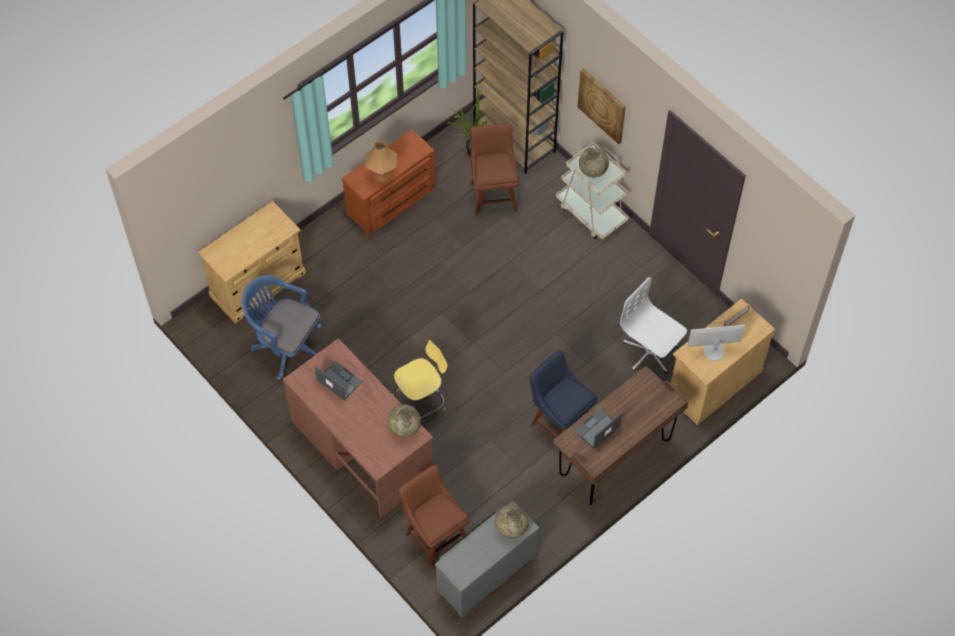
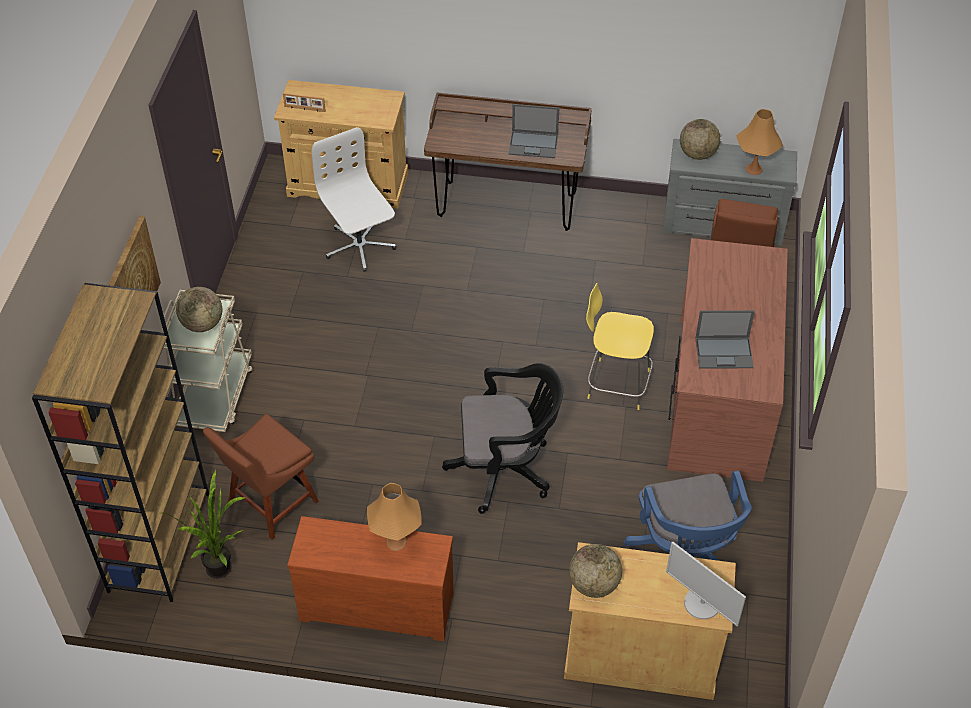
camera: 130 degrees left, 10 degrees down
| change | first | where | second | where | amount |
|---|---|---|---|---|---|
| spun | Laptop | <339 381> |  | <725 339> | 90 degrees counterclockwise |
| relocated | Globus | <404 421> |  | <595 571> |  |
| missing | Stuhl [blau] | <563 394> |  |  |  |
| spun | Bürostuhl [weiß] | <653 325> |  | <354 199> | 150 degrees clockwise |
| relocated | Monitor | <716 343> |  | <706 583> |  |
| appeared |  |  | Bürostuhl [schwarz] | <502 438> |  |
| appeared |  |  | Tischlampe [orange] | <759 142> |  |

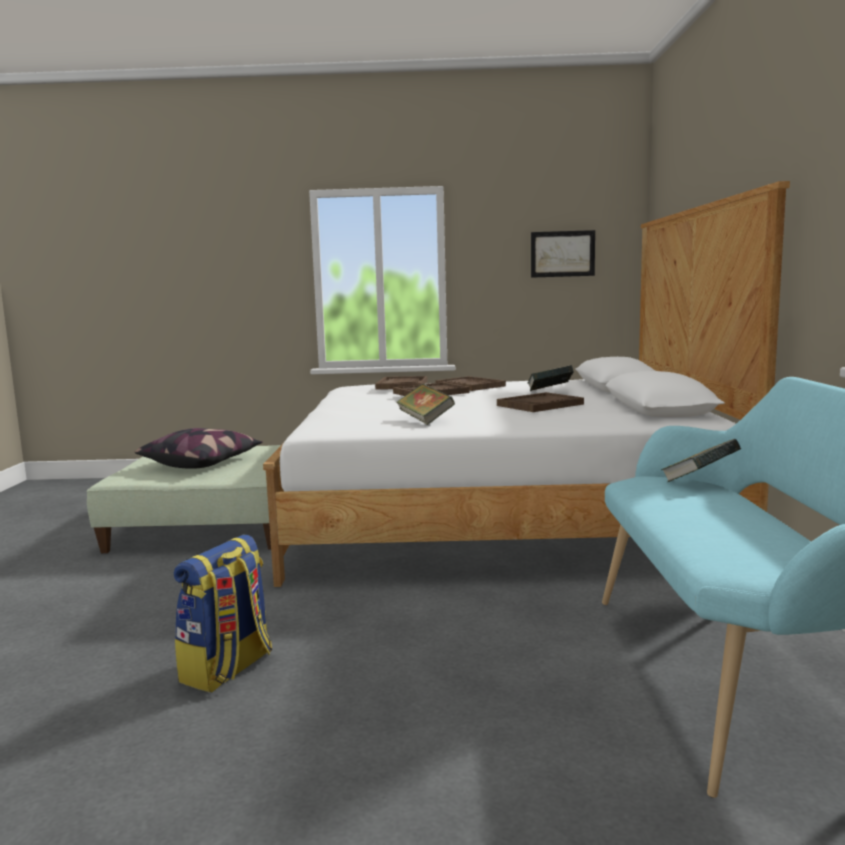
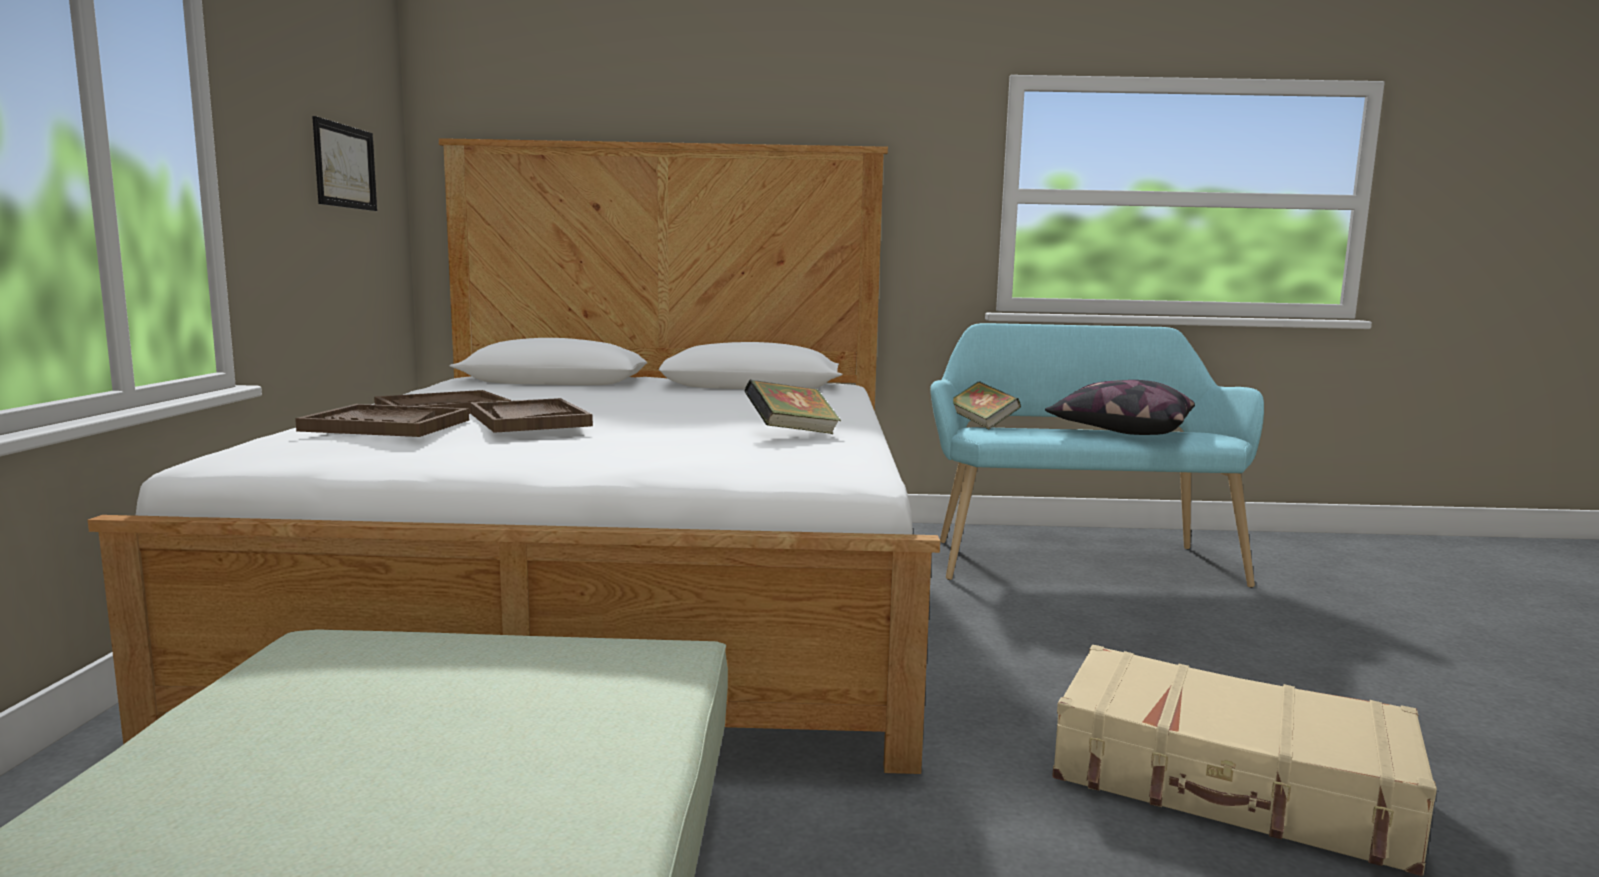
camera: 90 degrees left, 0 degrees up
| change | first | where | second | where | amount |
|---|---|---|---|---|---|
| relocated | Kissen | <199 448> |  | <1120 407> |  |
| exchanged | Rucksack | <223 614> | Koffer [beige] | <1244 760> |  |
| missing | Tablett [braun] | <540 402> |  |  |  |
| missing | Buch | <550 378> |  |  |  |

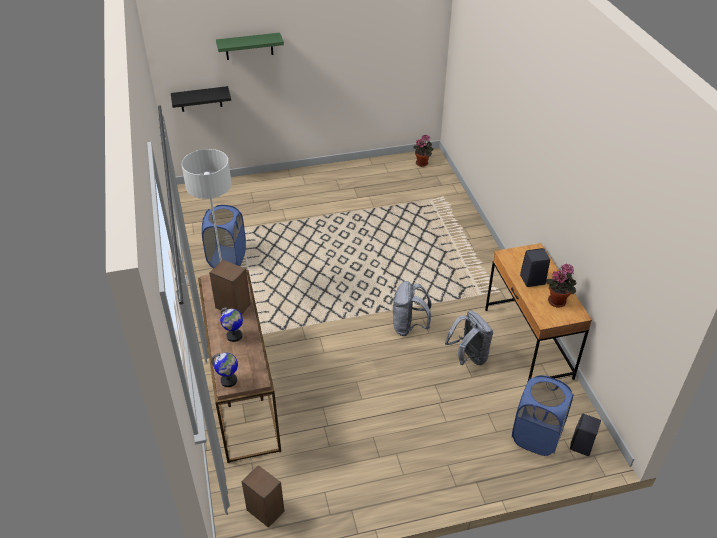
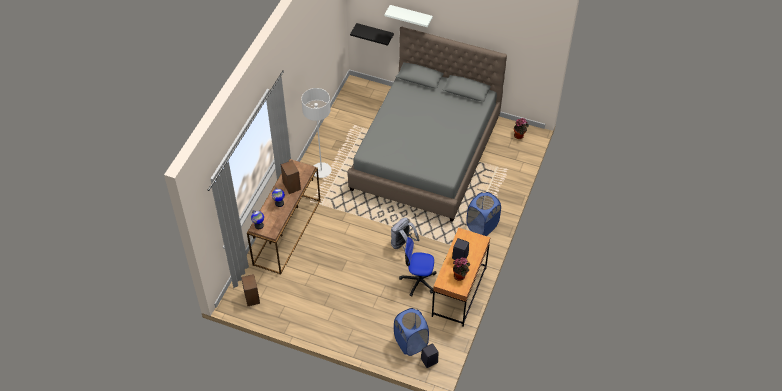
camera: 35 degrees right, 10 degrees up
| change | first | where | second | where | amount |
|---|---|---|---|---|---|
| relocated | Wäschekorb [blau] | <224 236> |  | <483 214> |  |
| colour | Wandregal [grün] | <250 46> | Wandregal [weiß] | <409 16> |  |
| exchanged | Rucksack [grau] | <469 338> | Bürostuhl | <417 267> |  |
| appeared |  |  | Bett [grau] | <427 124> |  |

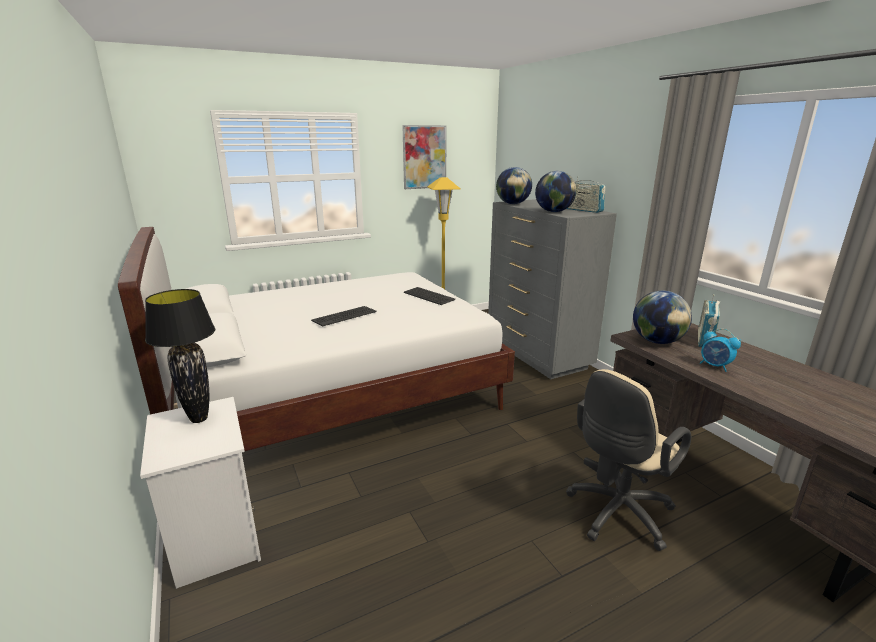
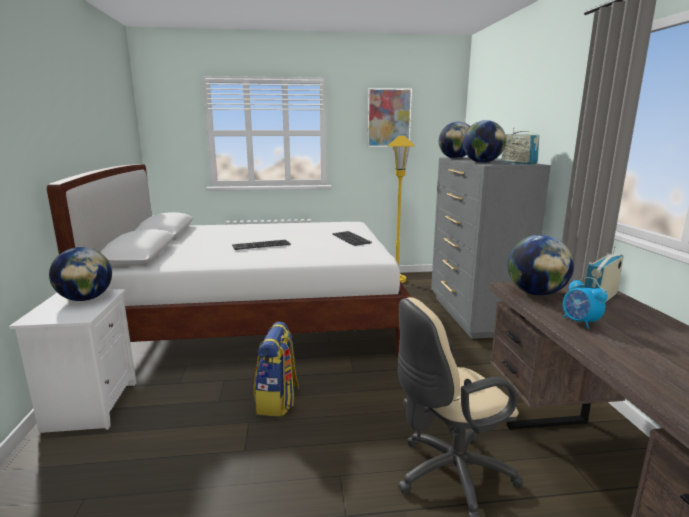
camera: 20 degrees right, 5 degrees down
| change | first | where | second | where | amount |
|---|---|---|---|---|---|
| exchanged | Tischlampe [schwarz] | <180 356> | Globus | <80 274> |  |
| appeared |  |  | Rucksack | <276 369> |  |

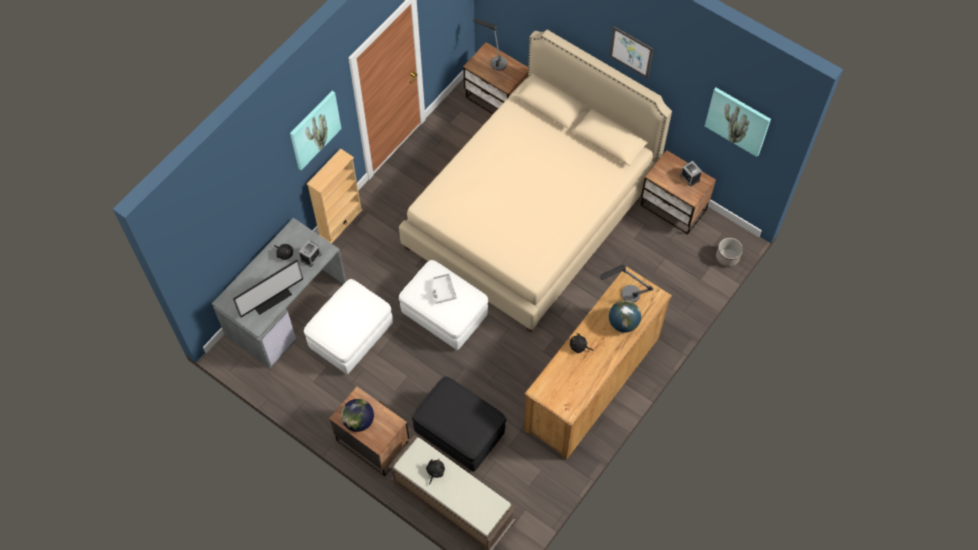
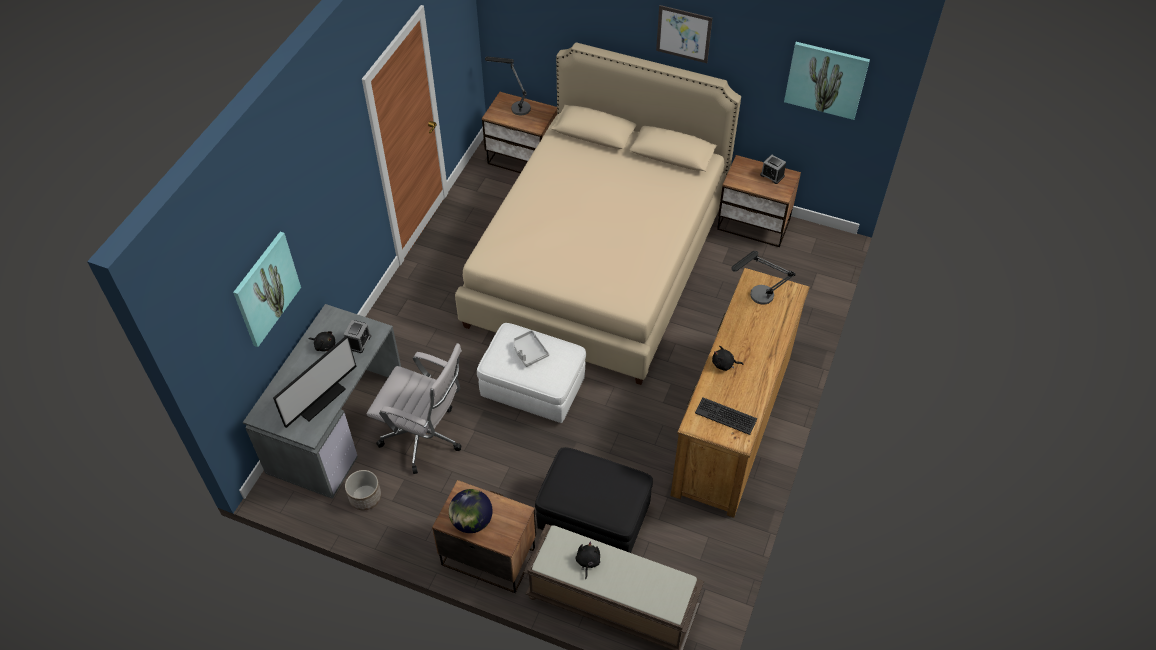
camera: 15 degrees left, 10 degrees down
| change | first | where | second | where | amount |
|---|---|---|---|---|---|
| relocated | Bild | <315 130> |  | <267 289> |  |
| exchanged | Polsterhocker [weiß] | <348 326> | Bürostuhl [weiß] | <414 408> |  |
| missing | Bücherregal [beige] | <335 196> |  |  |  |
| missing | Globus | <625 316> |  |  |  |
| relocated | Pflanzkübel | <729 252> |  | <363 490> |  |
| appeared |  |  | Tastatur | <726 416> |  |

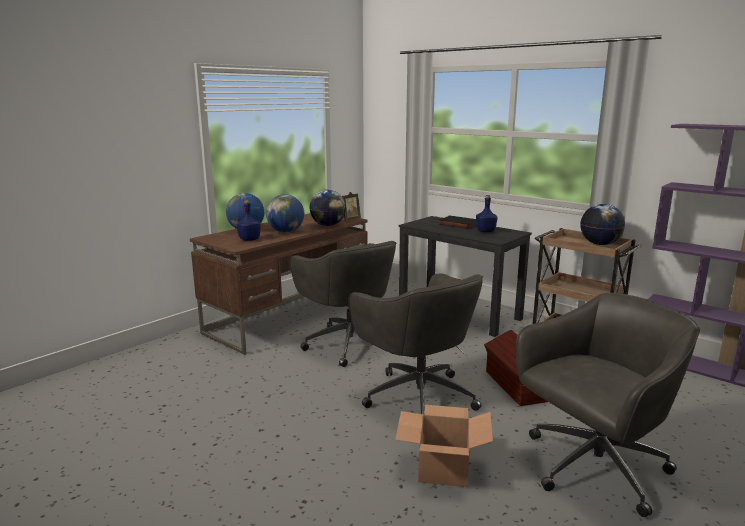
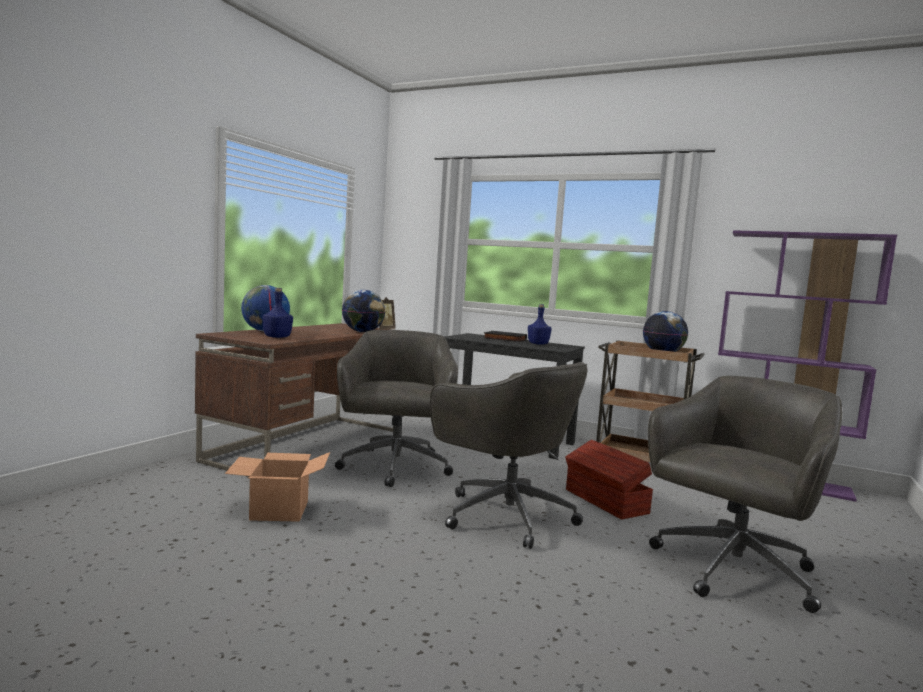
camera: 15 degrees left, 10 degrees down
| change | first | where | second | where | amount |
|---|---|---|---|---|---|
| missing | Globus | <285 213> |  |  |  |
| spun | Bürostuhl [grau] | <343 304> |  | <396 408> | 135 degrees counterclockwise |
| relocated | Karton | <444 446> |  | <277 487> |  |

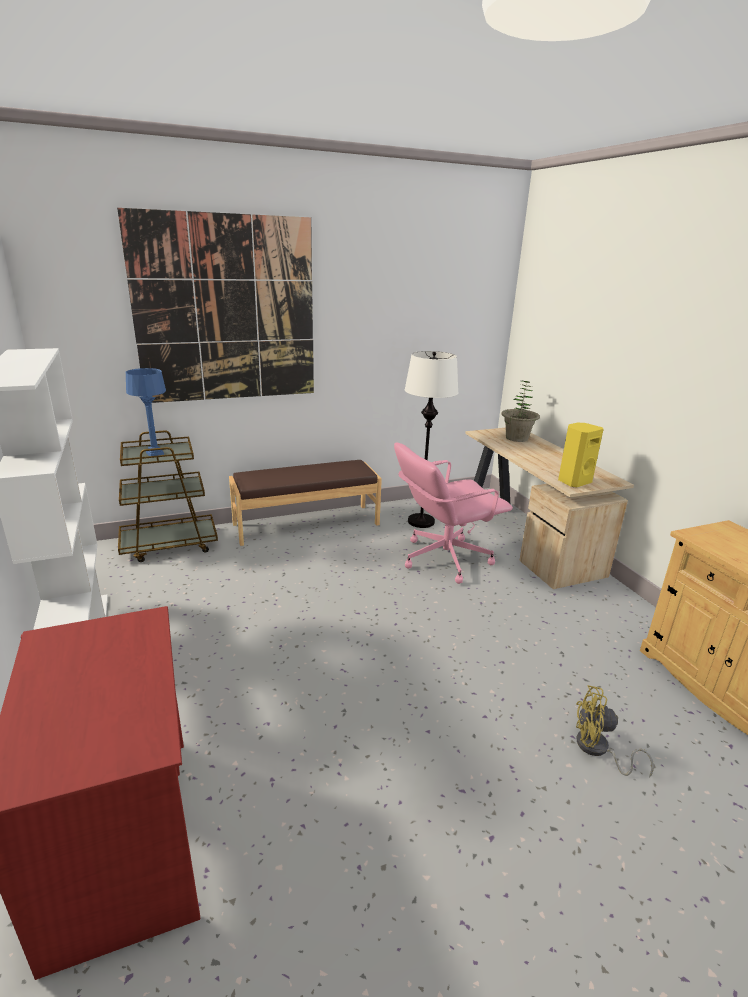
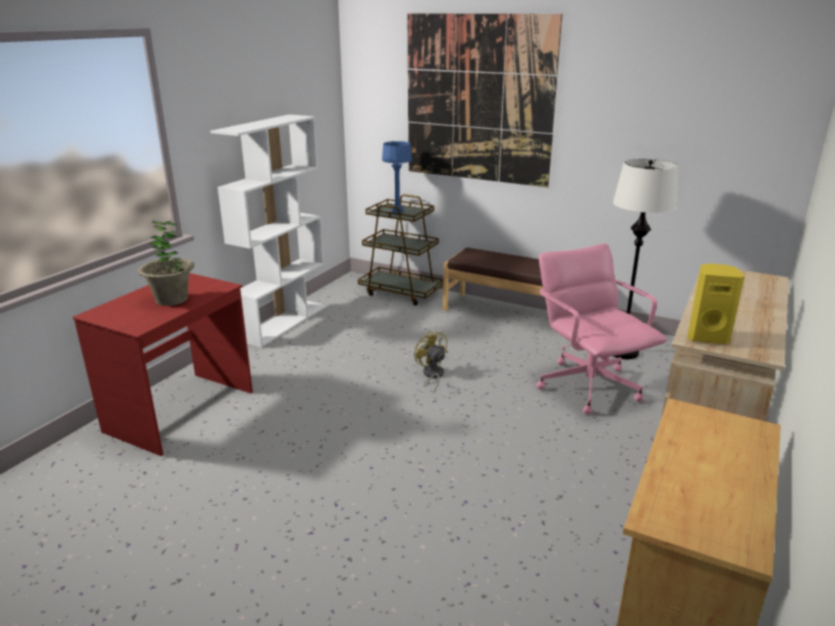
camera: 50 degrees right, 0 degrees up
| change | first | where | second | where | amount |
|---|---|---|---|---|---|
| spun | Bürostuhl [rosa] | <453 513> |  | <601 329> | 45 degrees clockwise |
| relocated | Topfpflanze | <520 411> |  | <166 263> |  |
| relocated | Ventilator [gelb] | <615 731> |  | <431 361> |  |

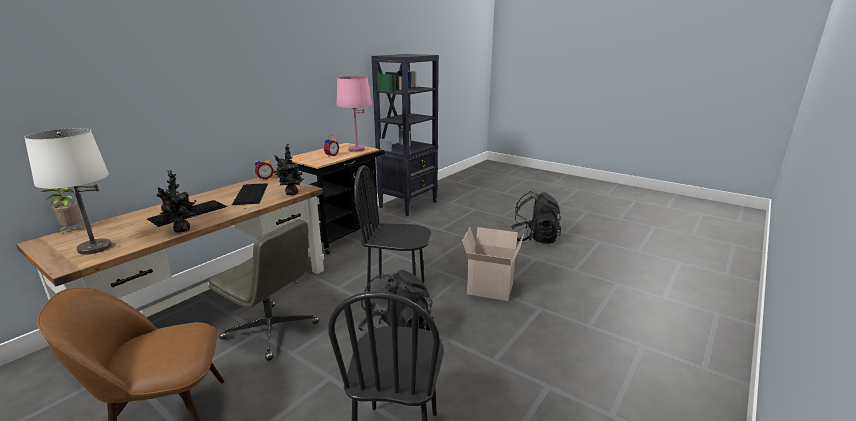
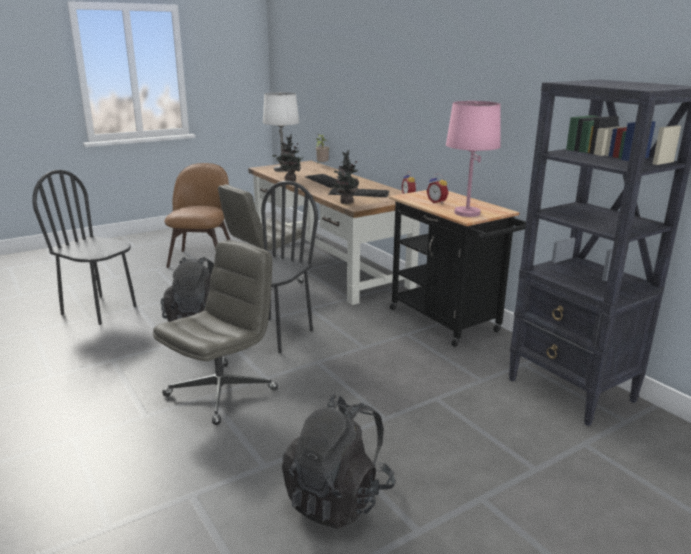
camera: 110 degrees right, 0 degrees up
| change | first | where | second | where | amount |
|---|---|---|---|---|---|
| exchanged | Karton | <493 264> | Bürostuhl [grau] | <215 332> |  |

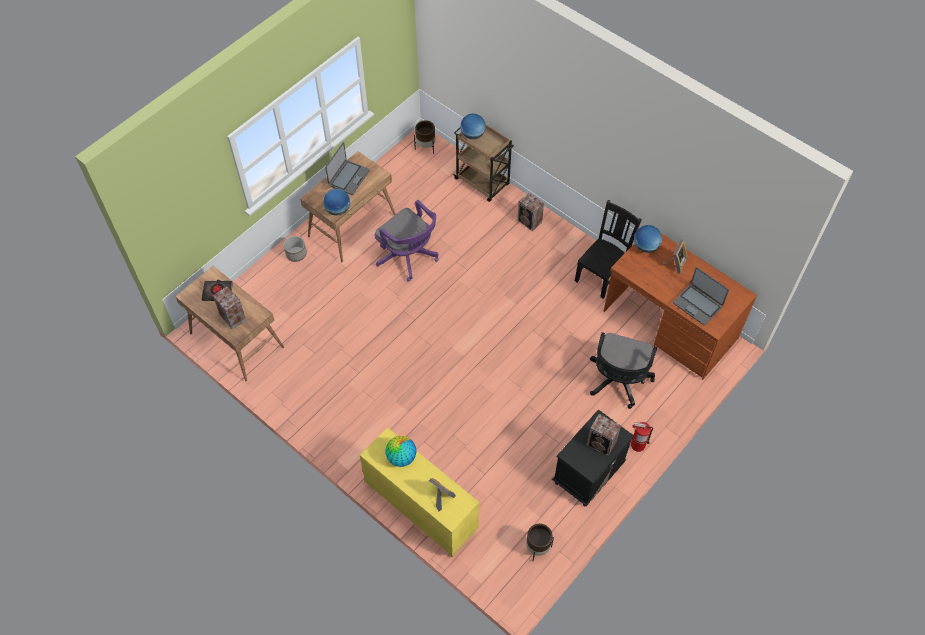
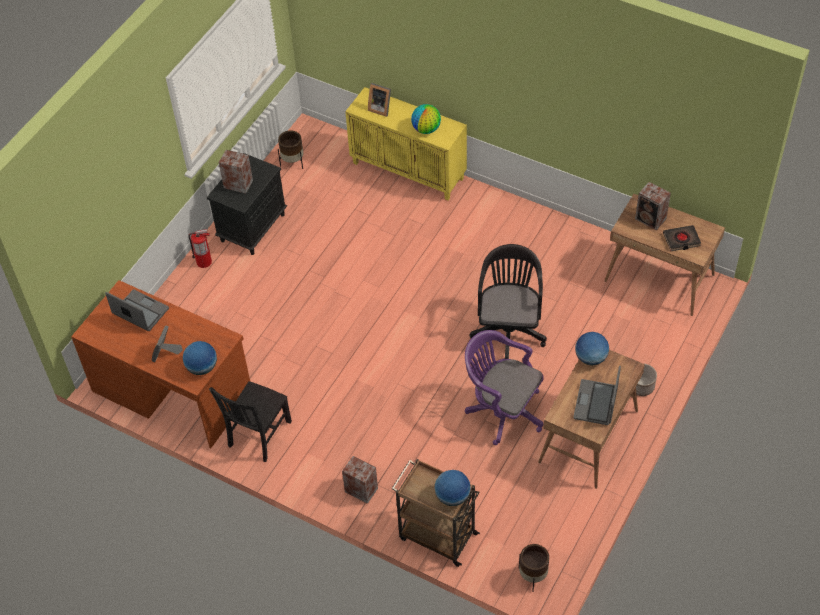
camera: 170 degrees right, 5 degrees down
| change | first | where | second | where | amount |
|---|---|---|---|---|---|
| relocated | Bürostuhl [schwarz] | <623 370> |  | <508 301> |  |

